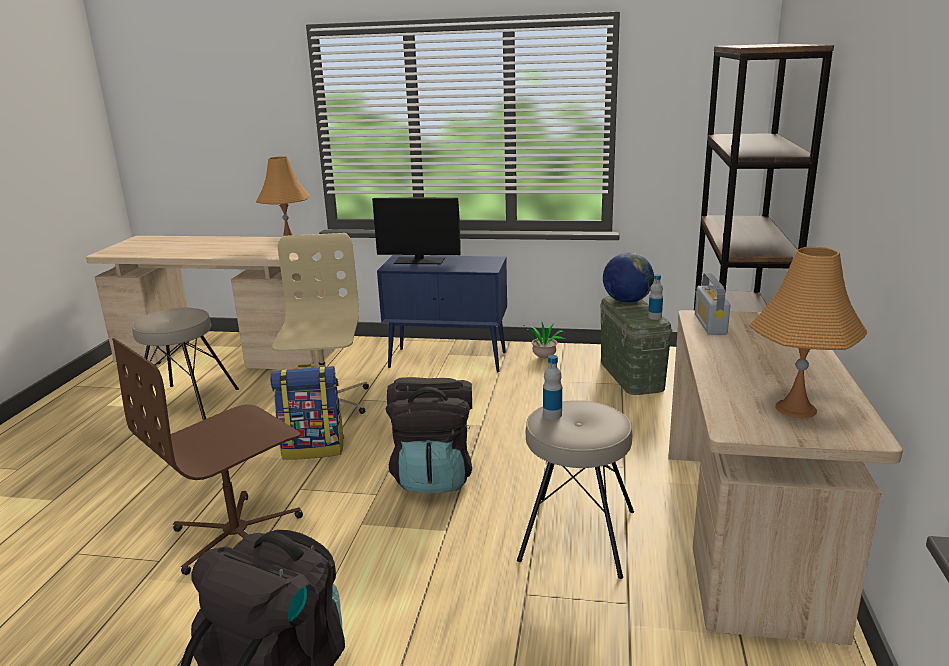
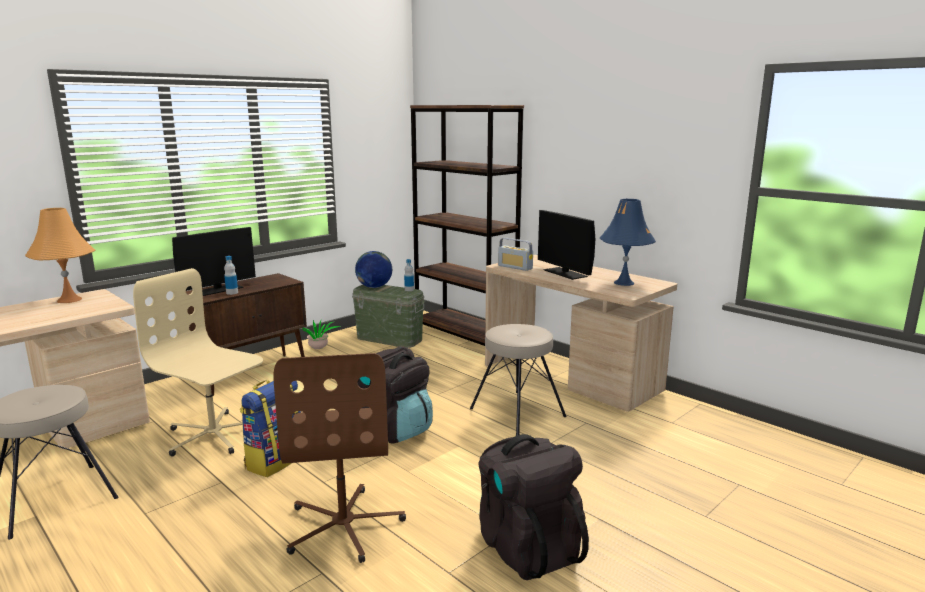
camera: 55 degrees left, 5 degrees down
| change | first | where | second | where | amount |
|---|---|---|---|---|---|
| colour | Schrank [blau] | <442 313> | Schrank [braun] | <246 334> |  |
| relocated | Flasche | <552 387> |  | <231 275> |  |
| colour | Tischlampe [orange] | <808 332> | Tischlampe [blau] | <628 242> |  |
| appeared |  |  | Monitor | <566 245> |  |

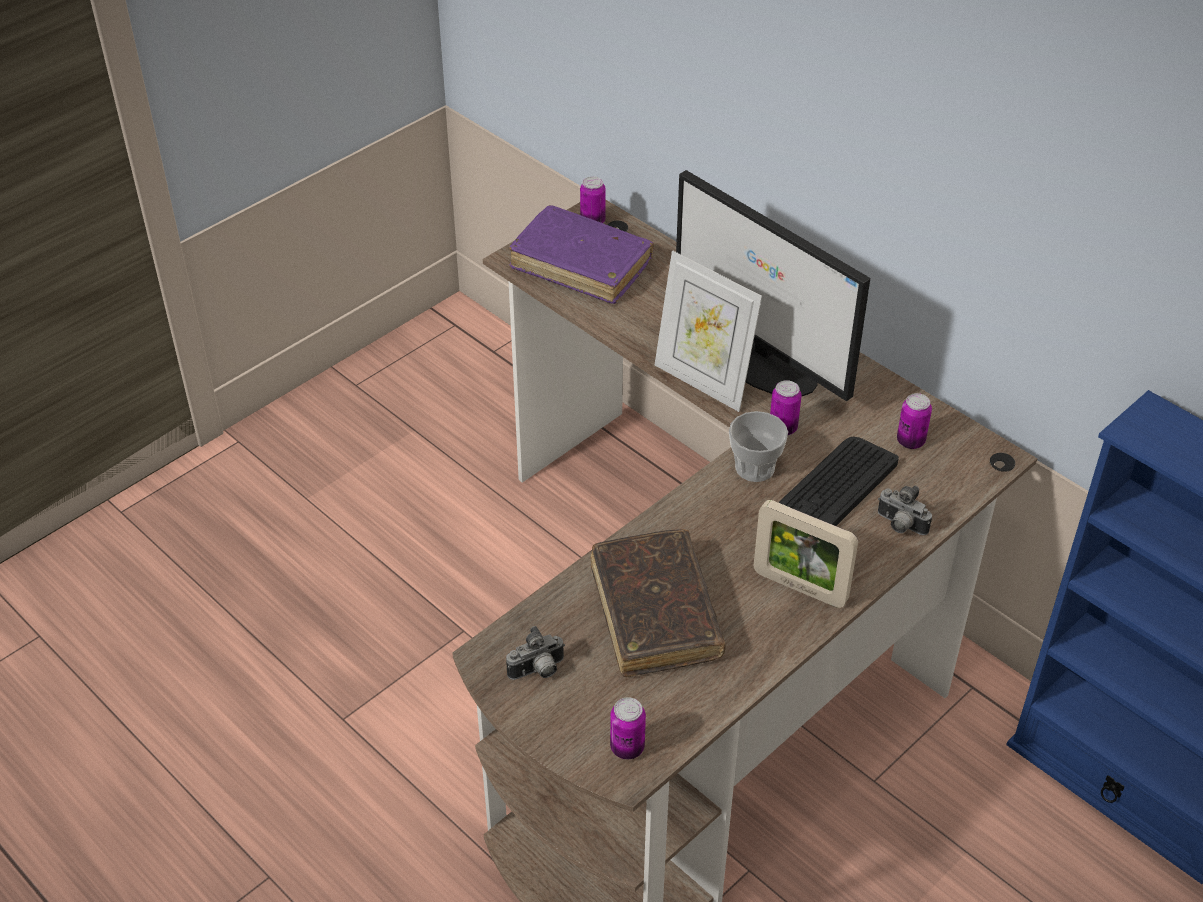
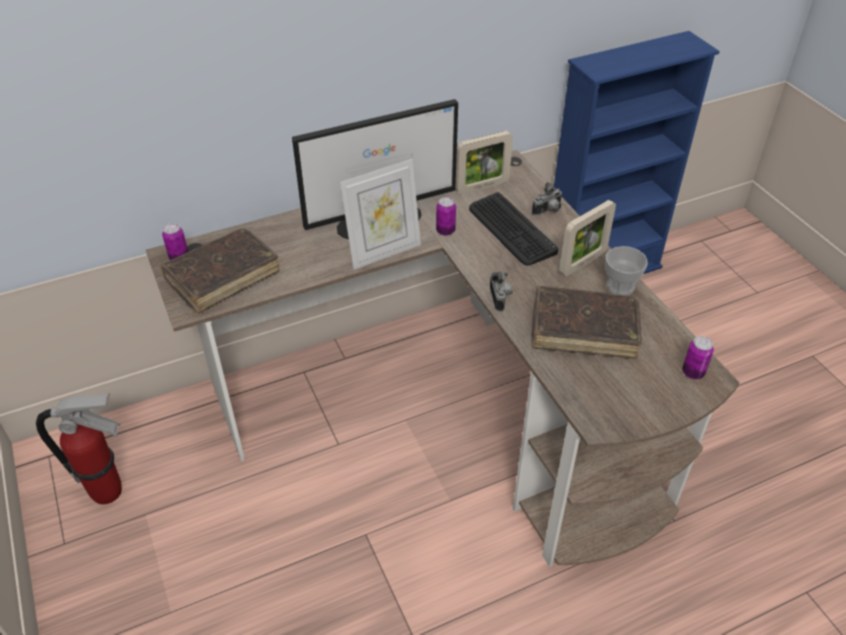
camera: 70 degrees left, 0 degrees up
| change | first | where | second | where | amount |
|---|---|---|---|---|---|
| relocated | Kamera | <535 653> |  | <501 291> |  |
| colour | Buch [lila] | <581 254> | Buch [braun] | <220 270> |  |
| relocated | Tasse | <758 446> |  | <627 271> |  |
| exchanged | Dose | <914 421> | Bilderrahmen | <484 162> |  |
| appeared |  |  | Feuerlöscher | <79 448> |  |

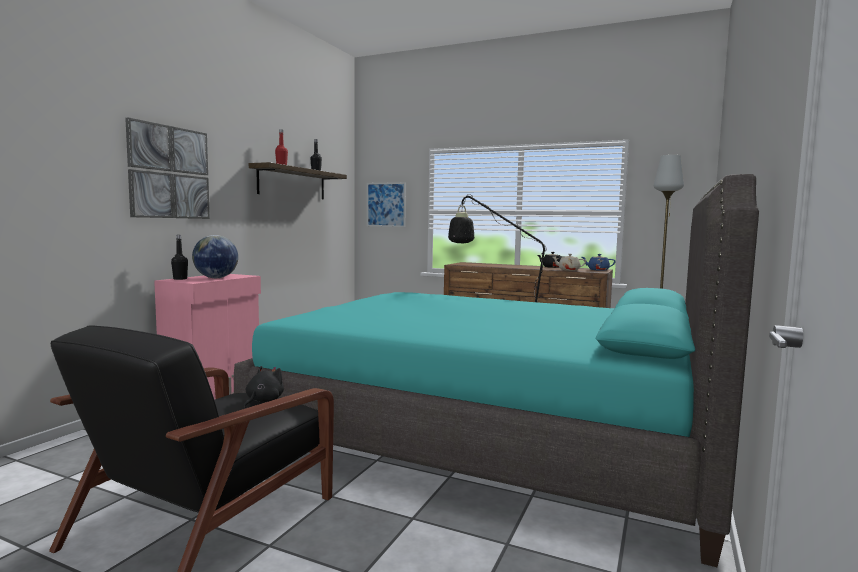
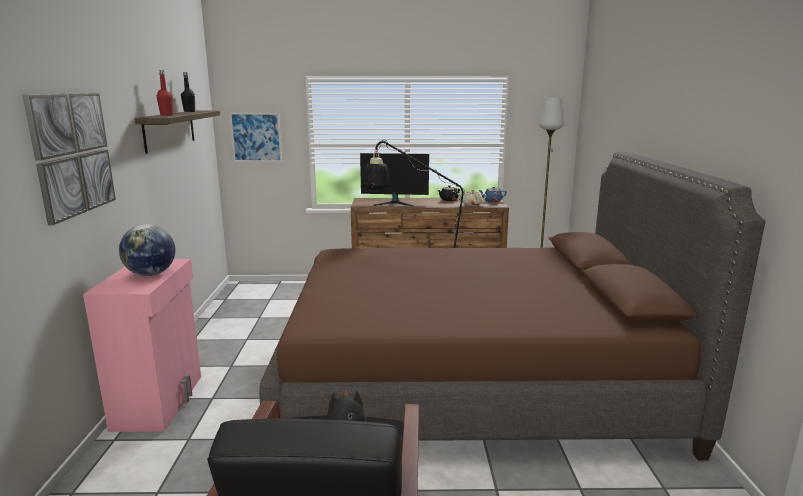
camera: 25 degrees left, 10 degrees up
| change | first | where | second | where | amount |
|---|---|---|---|---|---|
| missing | Flasche [schwarz] | <179 257> |  |  |  |
| colour | Bett [türkis] | <496 370> | Bett [braun] | <512 306> |  |
| appeared |  |  | Monitor | <394 180> |  |

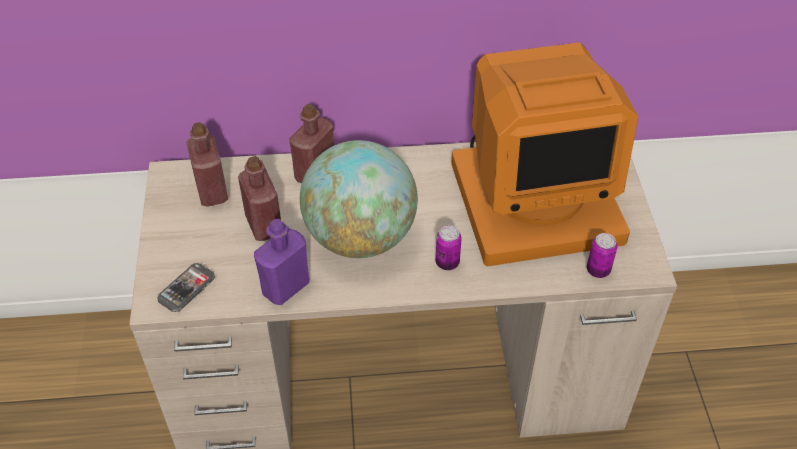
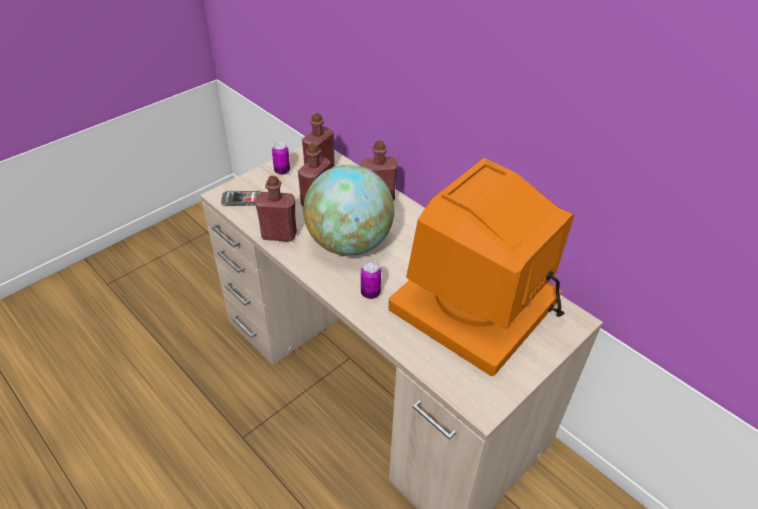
camera: 50 degrees right, 5 degrees down
| change | first | where | second | where | amount |
|---|---|---|---|---|---|
| colour | Flasche [lila] | <282 262> | Flasche [rot] | <276 209> |  |
| spun | Monitor | <544 154> |  | <481 267> | 90 degrees clockwise |
| relocated | Dose | <602 255> |  | <281 158> |  |

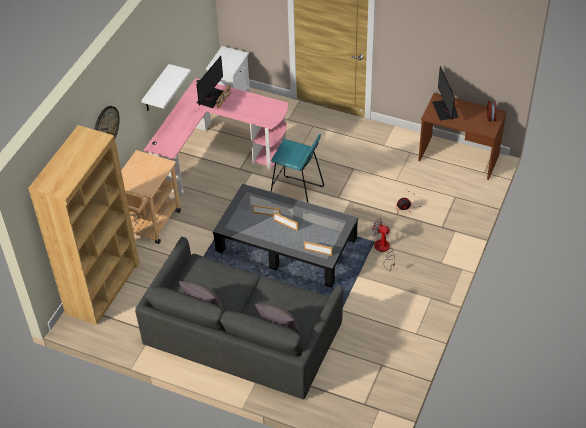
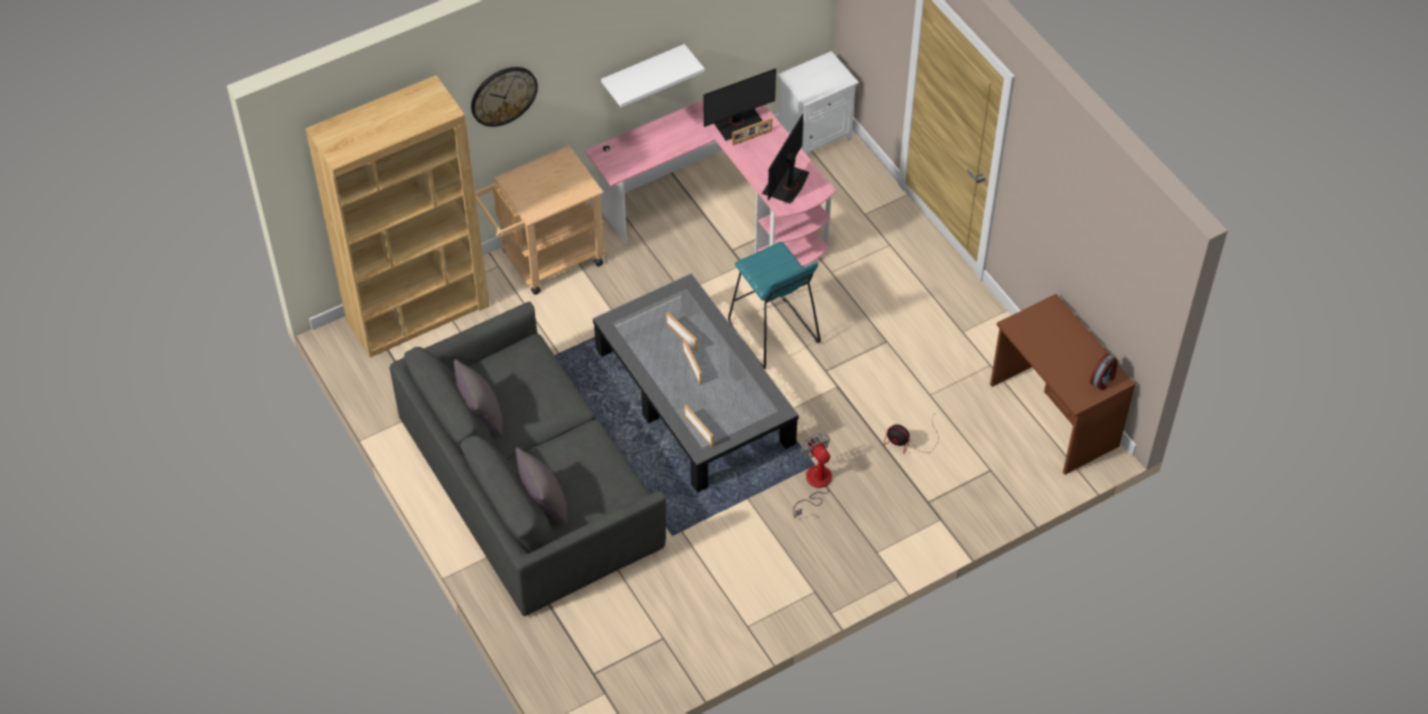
camera: 35 degrees right, 5 degrees up
| change | first | where | second | where | amount |
|---|---|---|---|---|---|
| relocated | Monitor | <445 93> |  | <786 159> |  |

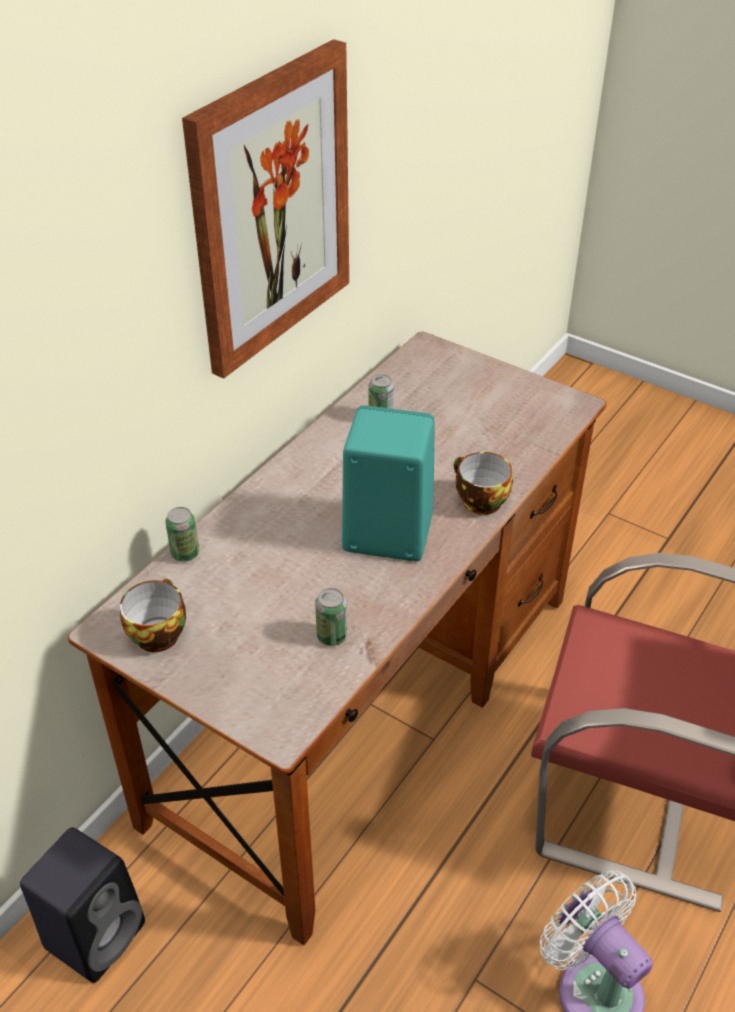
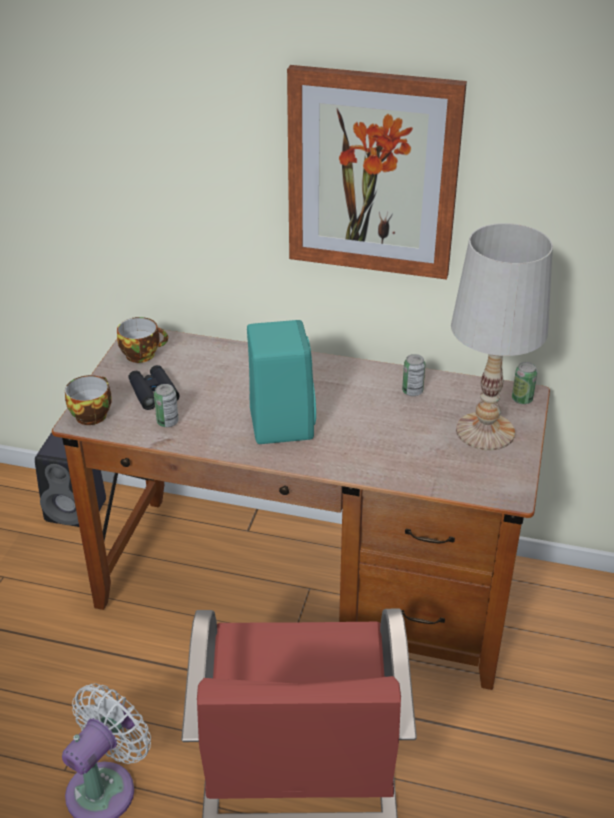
camera: 70 degrees right, 5 degrees down
| change | first | where | second | where | amount |
|---|---|---|---|---|---|
| relocated | Dose | <182 534> |  | <525 383> |  |
| relocated | Tasse | <483 483> |  | <88 400> |  |
| appeared |  |  | Fernglas [schwarz] | <153 387> |  |
| appeared |  |  | Tischlampe [weiß] | <502 336> |  |

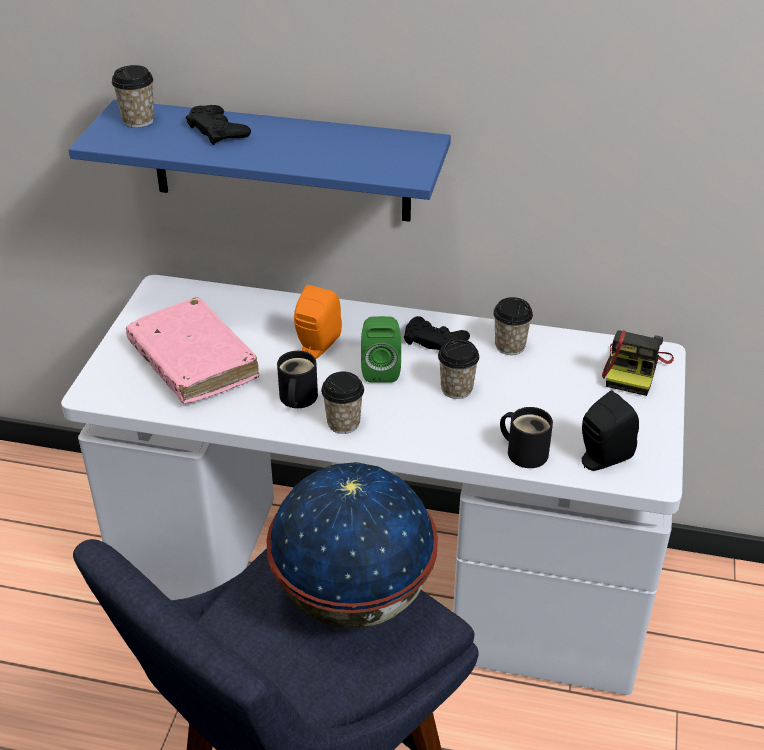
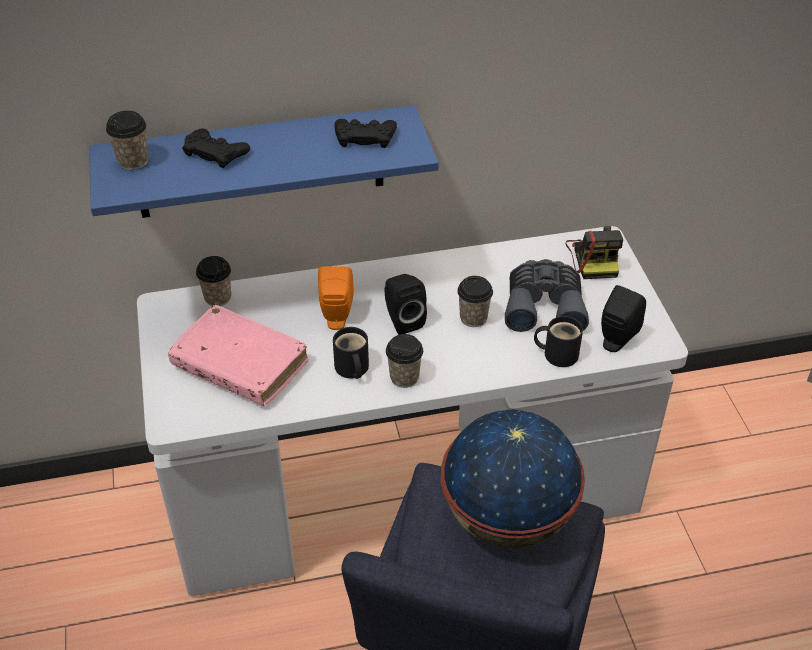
camera: 25 degrees left, 5 degrees up
| change | first | where | second | where | amount |
|---|---|---|---|---|---|
| colour | Lautsprecher [grün] | <381 349> | Lautsprecher [schwarz] | <406 304> |  |
| relocated | Gamepad [schwarz] | <437 333> |  | <365 133> |  |
| relocated | Tasse | <513 326> |  | <213 281> |  |
| appeared |  |  | Fernglas [grau] | <547 295> |  |

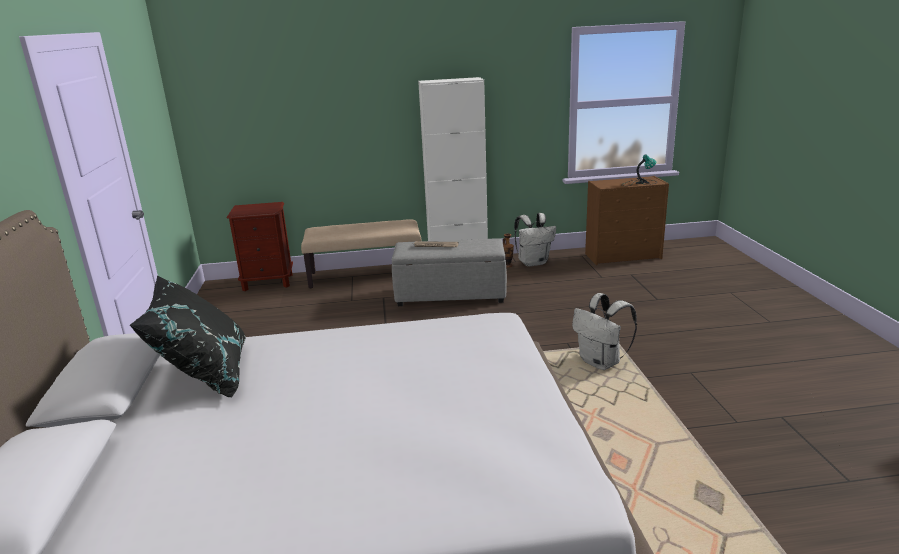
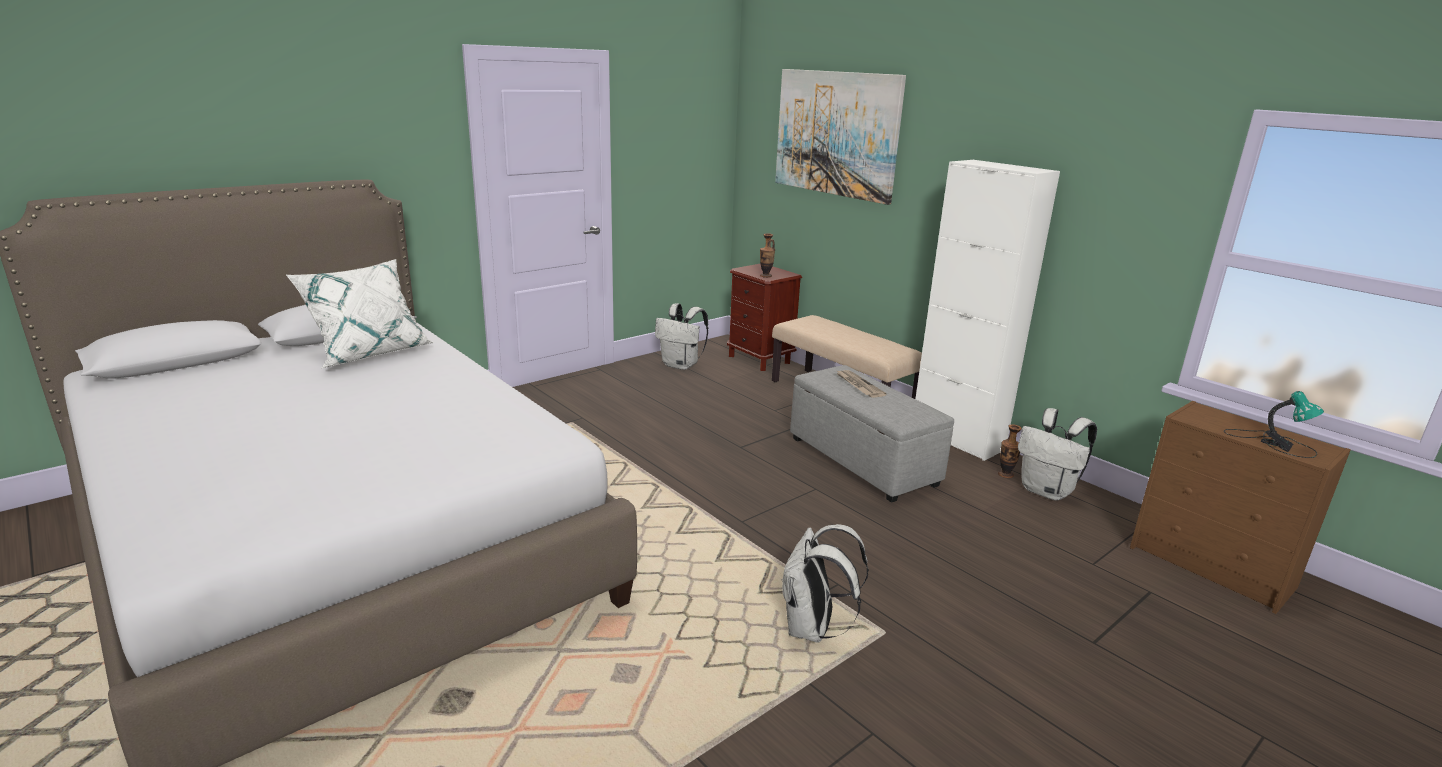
camera: 55 degrees right, 0 degrees up
| change | first | where | second | where | amount |
|---|---|---|---|---|---|
| colour | Kissen [schwarz] | <188 336> | Kissen [weiß] | <360 313> |  |
| appeared |  |  | Rucksack [weiß] | <681 336> |  |
| appeared |  |  | Vase | <767 255> |  |
| appeared |  |  | Bild | <840 137> |  |

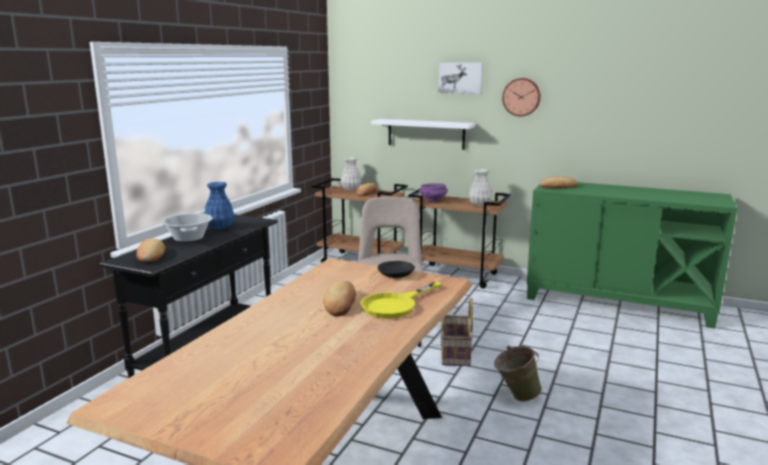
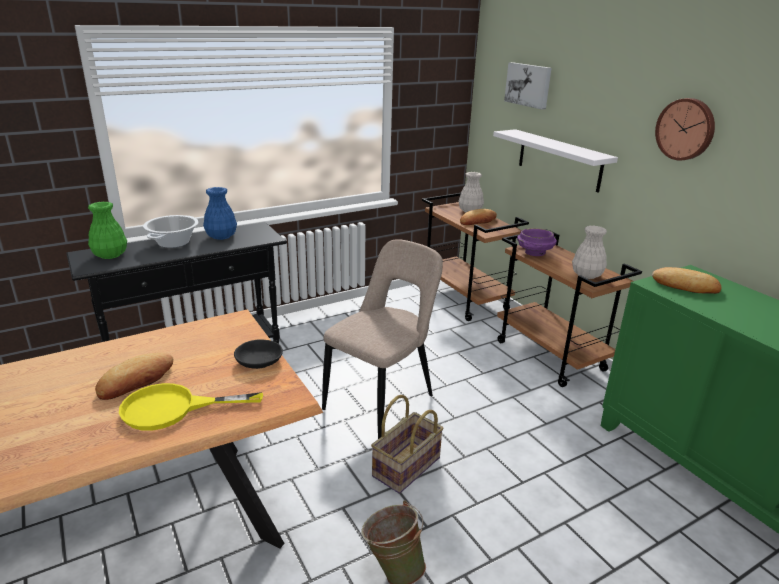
camera: 35 degrees right, 10 degrees up
| change | first | where | second | where | amount |
|---|---|---|---|---|---|
| exchanged | Brot | <150 250> | Vase [grün] | <107 230> |  |
| relocated | Bild | <460 78> |  | <528 86> |  |

